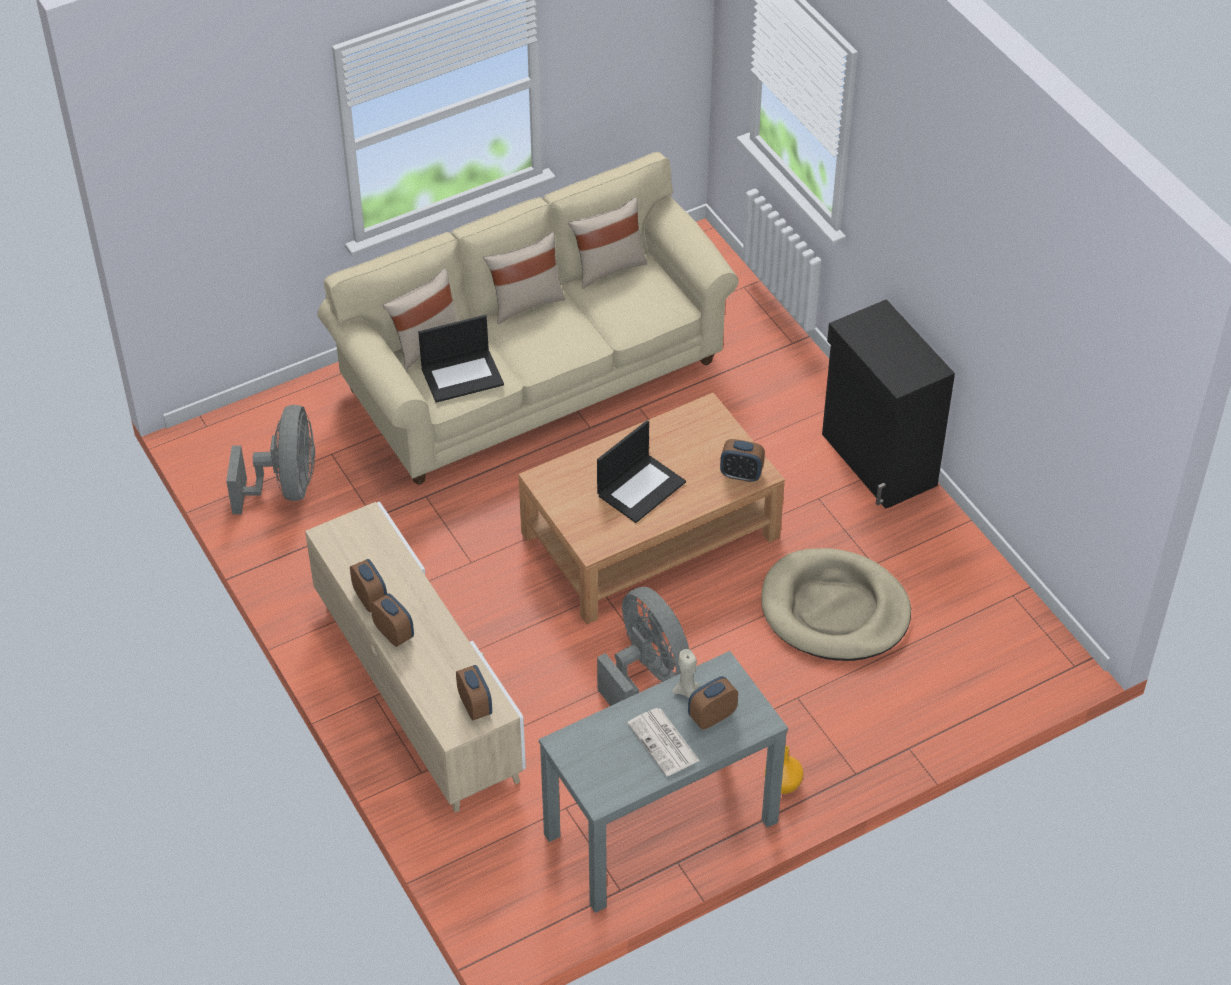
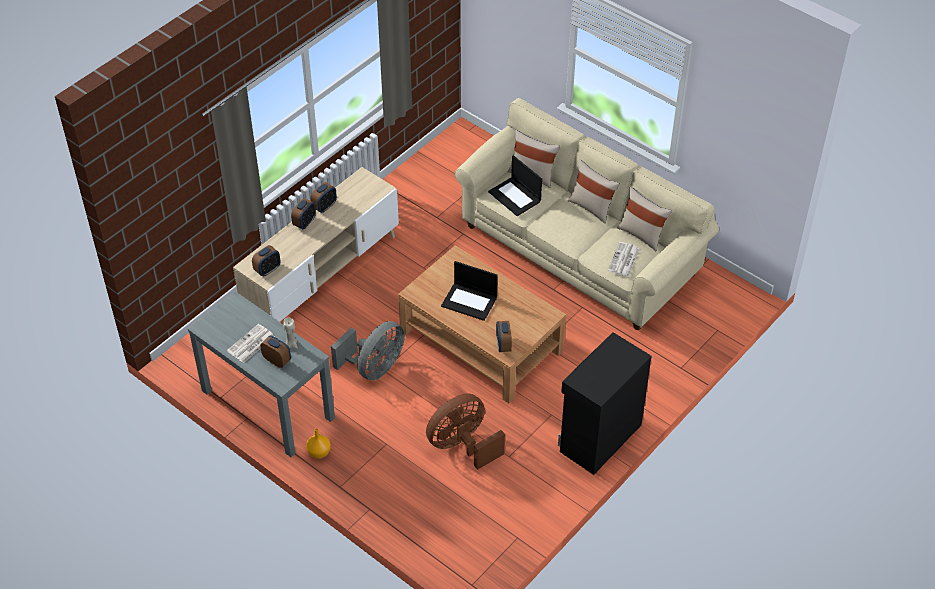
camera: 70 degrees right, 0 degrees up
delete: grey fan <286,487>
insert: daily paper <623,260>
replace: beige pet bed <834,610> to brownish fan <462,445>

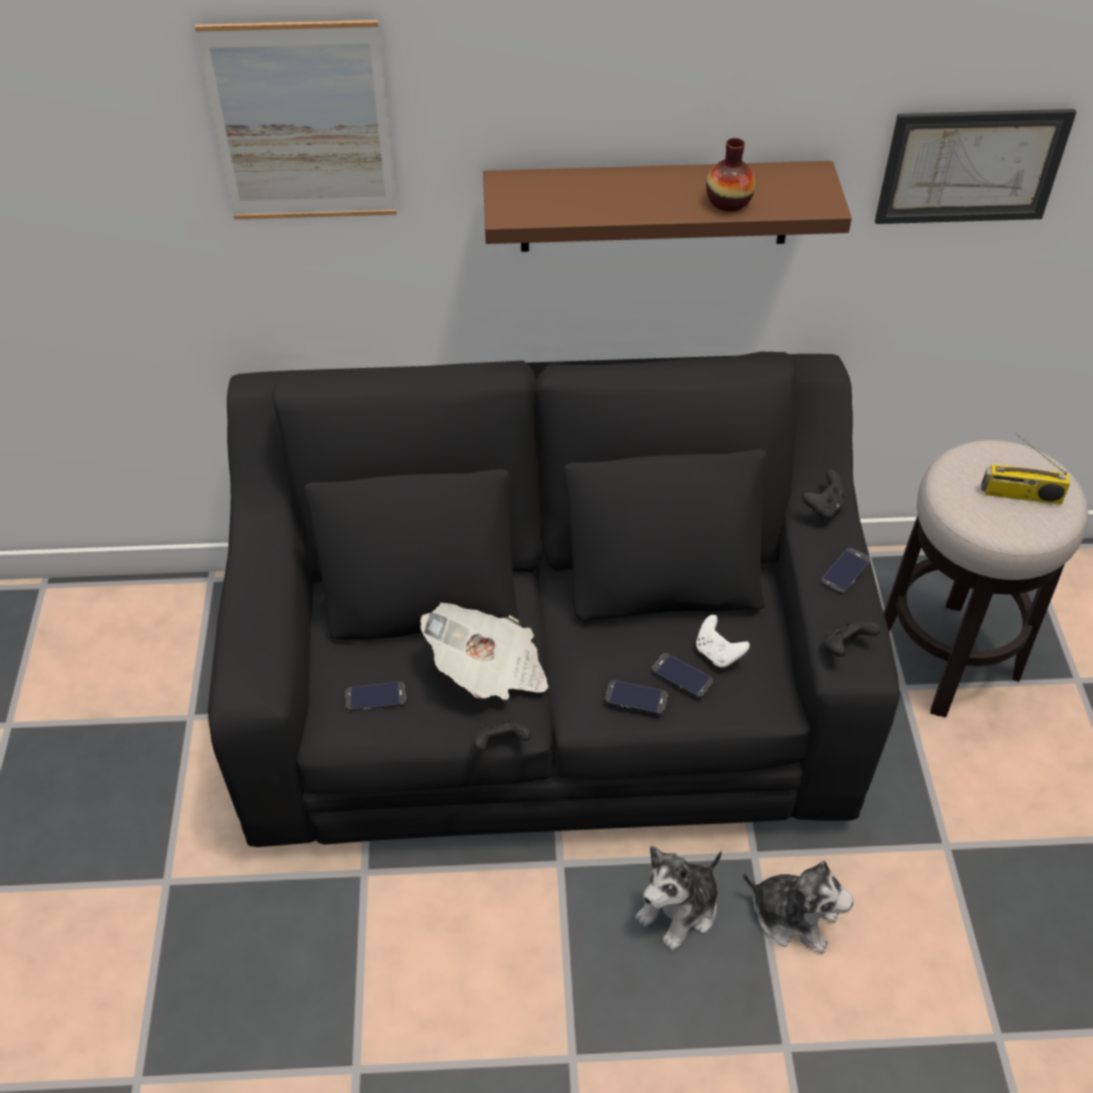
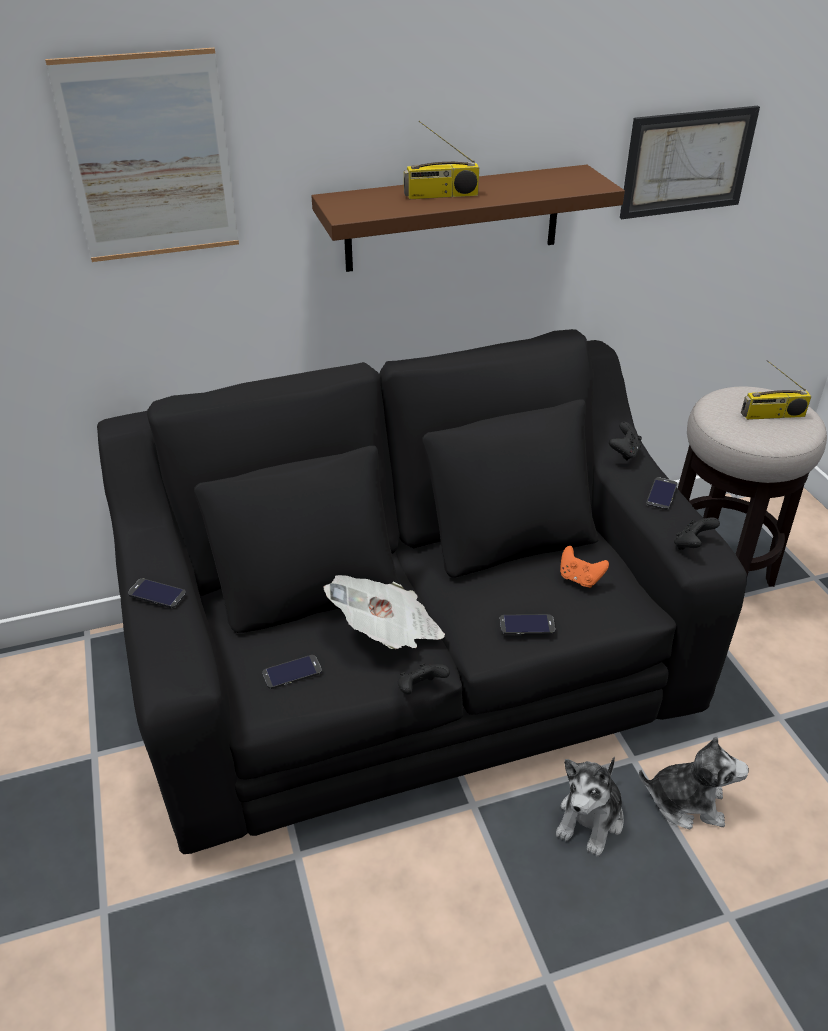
camera: 15 degrees left, 10 degrees down
delete: flower vase <728,202>
insert: radio set <441,195>
move: handset <682,675> to <157,594>
recolor: white gamepad <718,653> to orange-coloured gamepad <580,579>

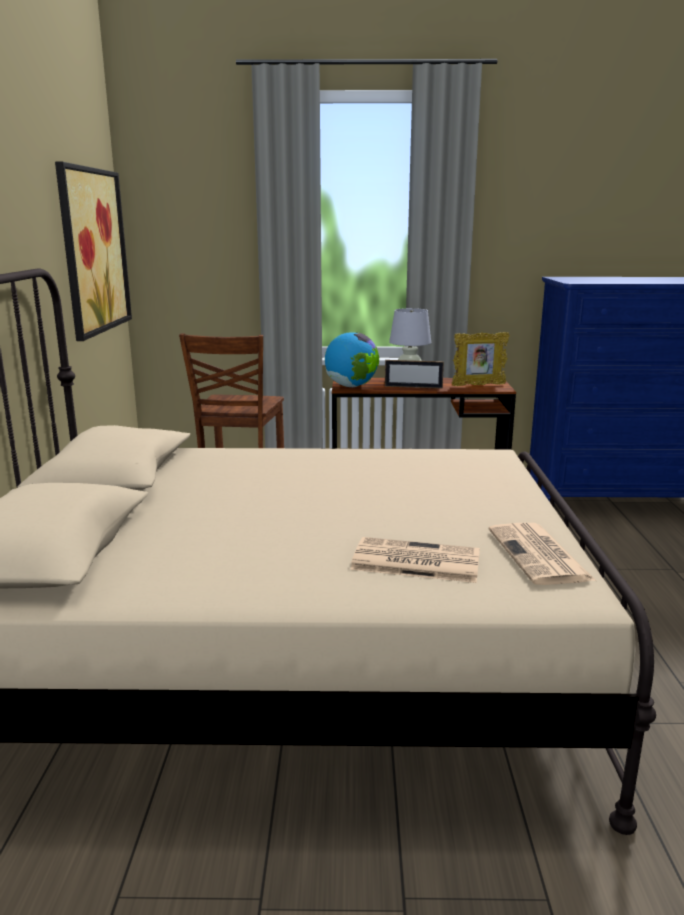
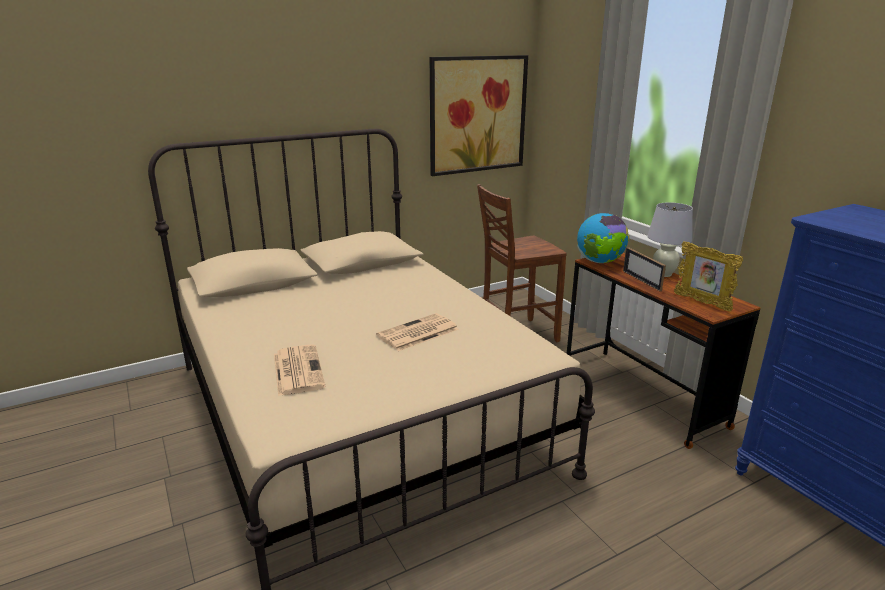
camera: 60 degrees right, 5 degrees up
move: daily paper <540,555> to <417,333>

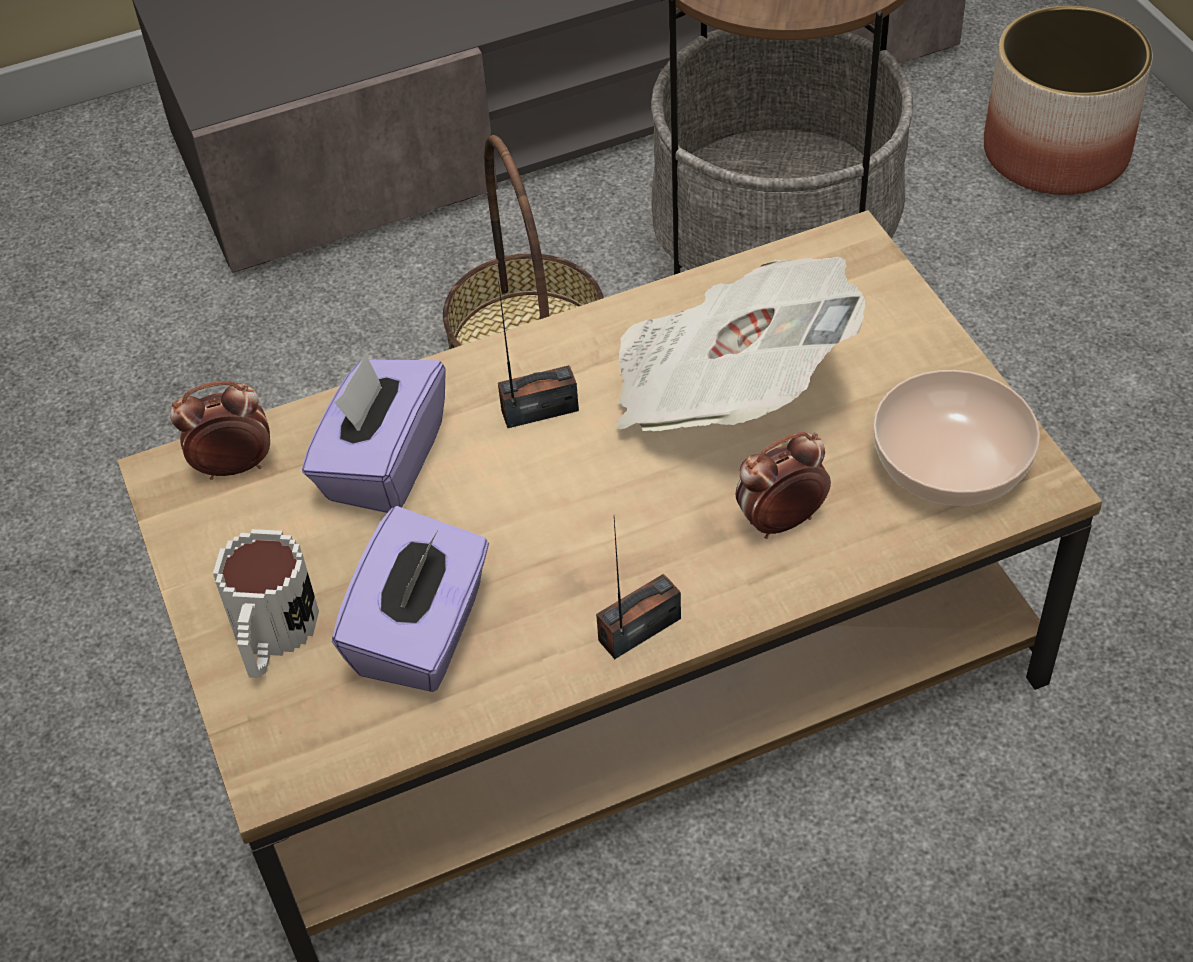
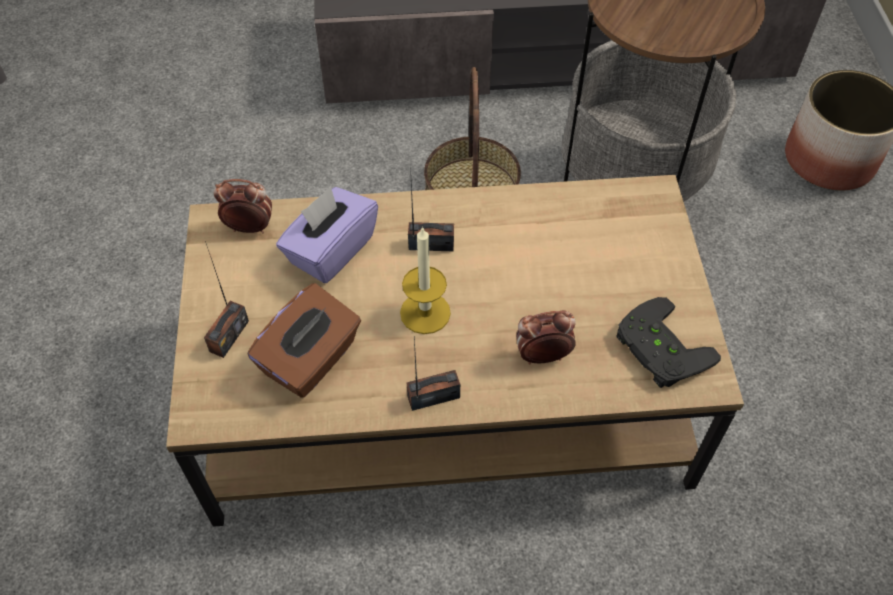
camera: 15 degrees right, 5 degrees up
delete: daily paper <726,390>
insert: candle <425,313>
replace: tea mug <271,637> to radio set <229,336>; serving bowl <948,462> to black gamepad <658,350>
recolor: purple tissue box <422,633> to brownish tissue box <311,360>

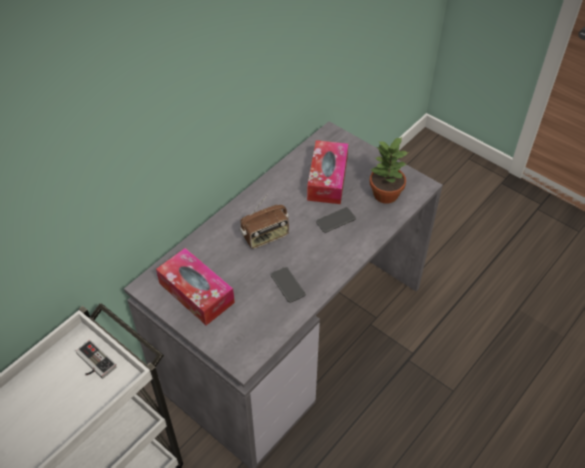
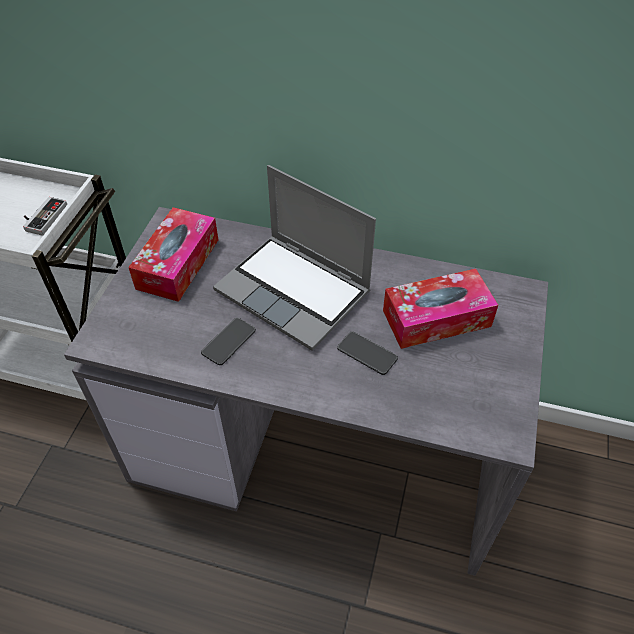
camera: 65 degrees right, 0 degrees up
delete: houseplant <385,194>
replace: radio set <265,236> to portable computer <295,292>

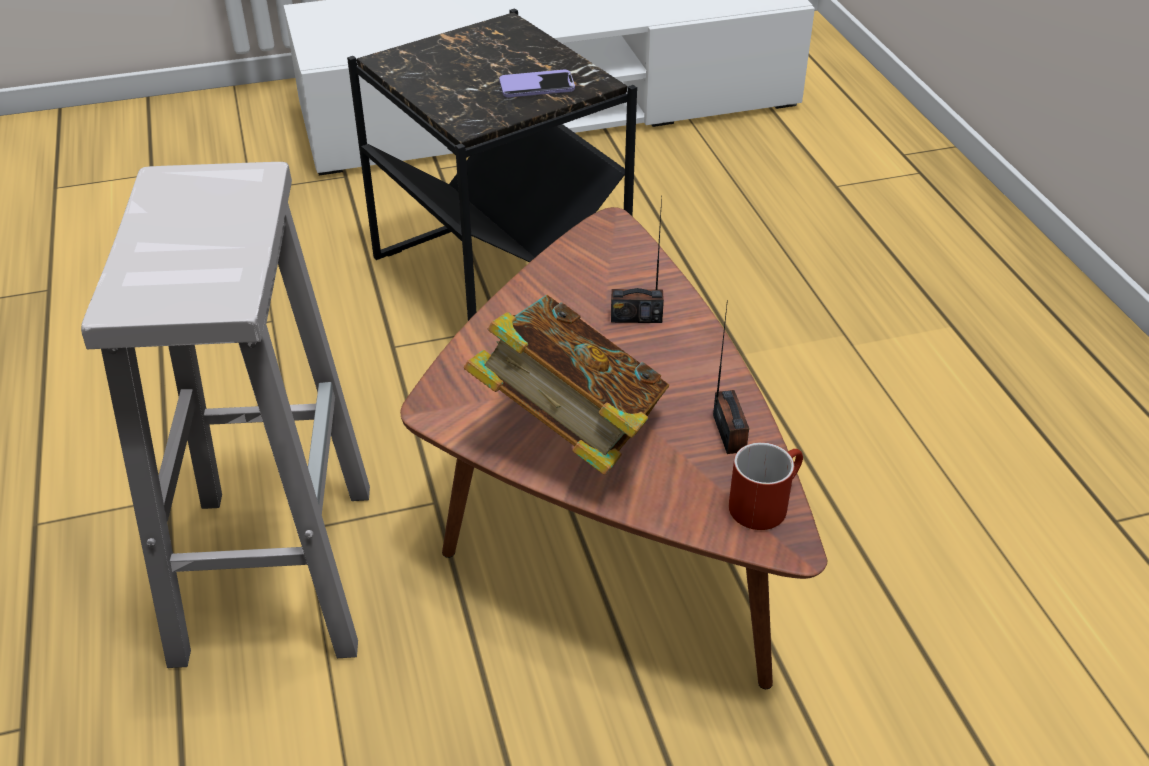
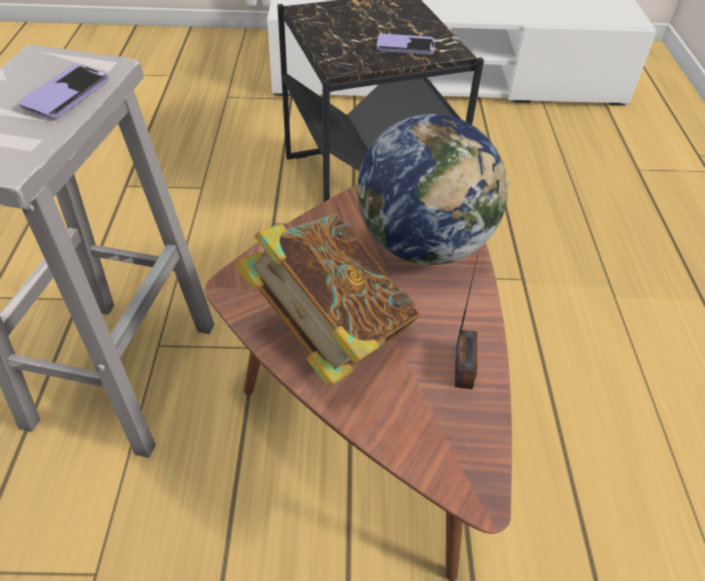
camera: 15 degrees right, 5 degrees up
delete: red tea mug <764,502>
insert: handset <66,94>
replace: radio set <636,317> to desk globe <424,245>

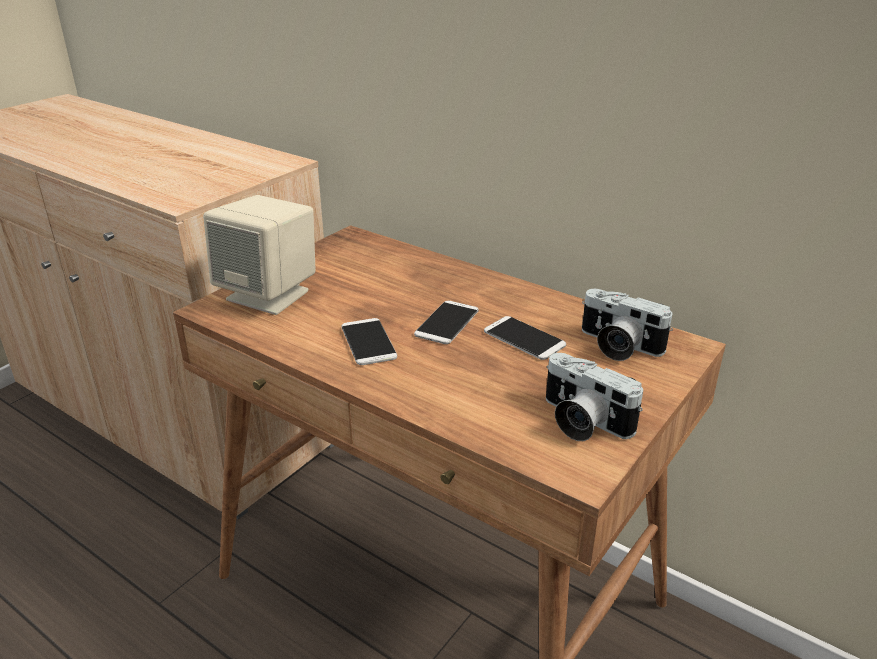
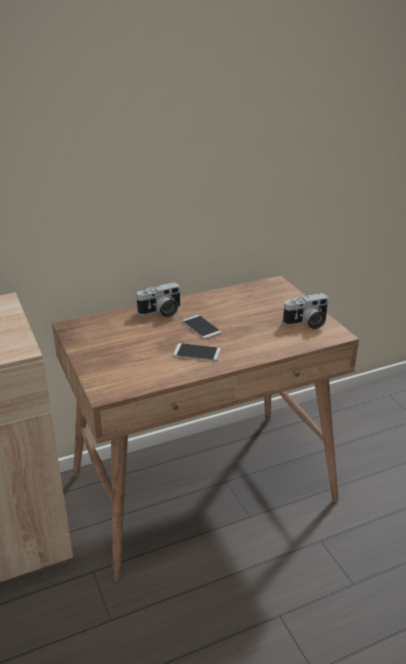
camera: 60 degrees left, 0 degrees up
delete: beige audio speaker <269,295>; handset <524,339>
move: photo camera <617,346> to <161,312>

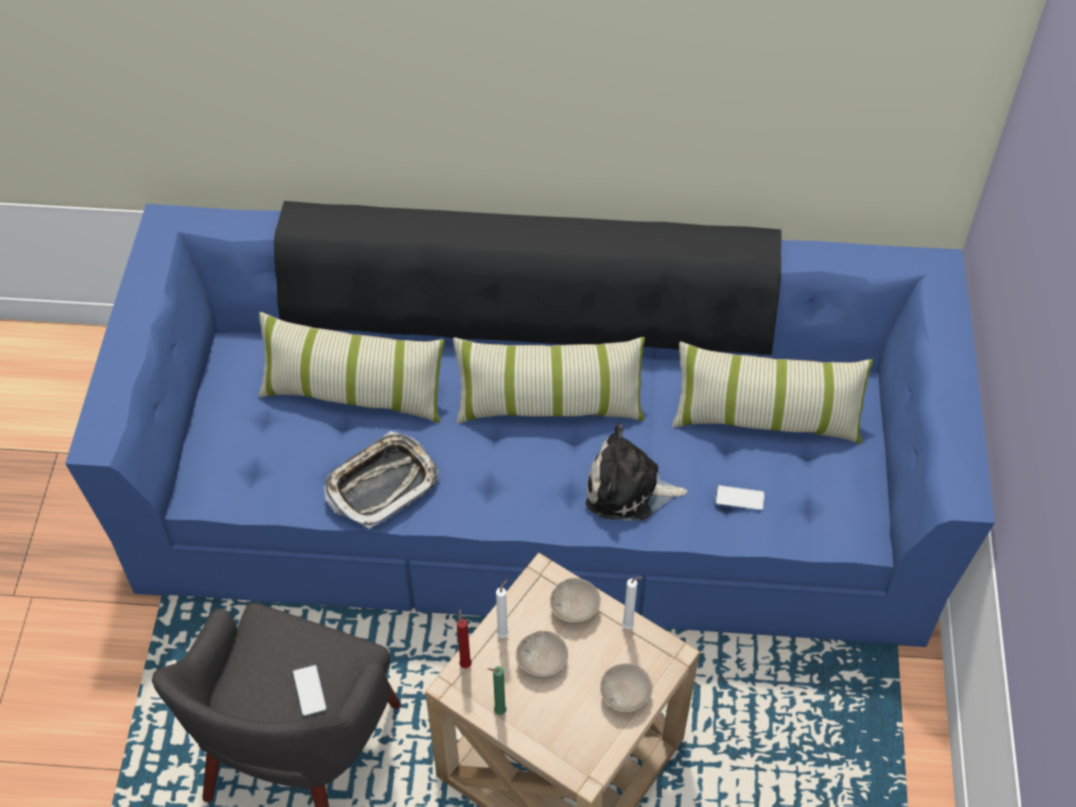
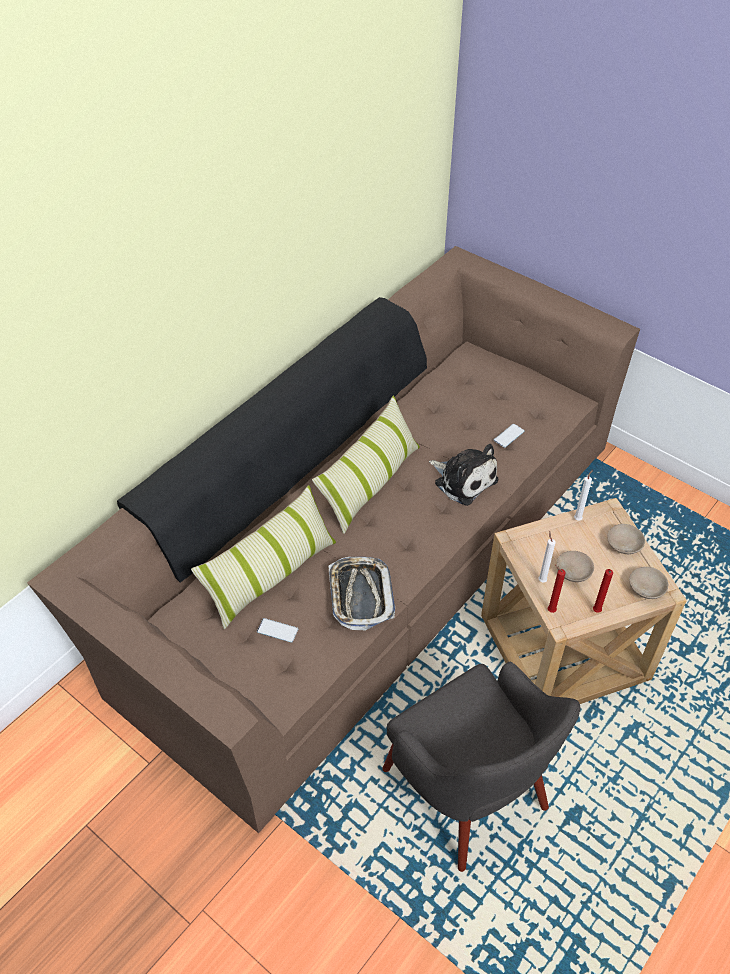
camera: 55 degrees left, 5 degrees down
delete: pillow <766,418>
move: handset <309,690> to <277,630>; beige serving bowl <576,609> to <647,588>
recolor: blue-coloured settee <538,482> to brownish settee <365,551>; greenish candle <498,712> to red candle <596,612>
rotate: soft toy <628,490> = <463,480> 90 degrees counterclockwise

